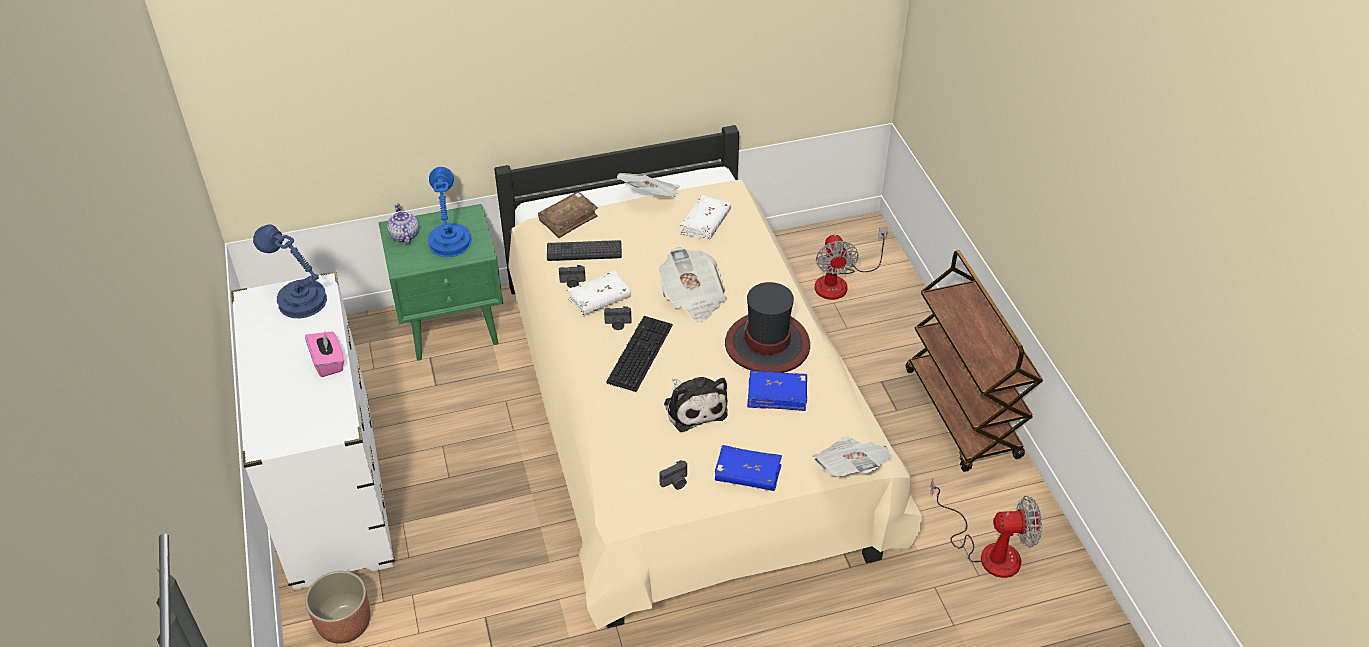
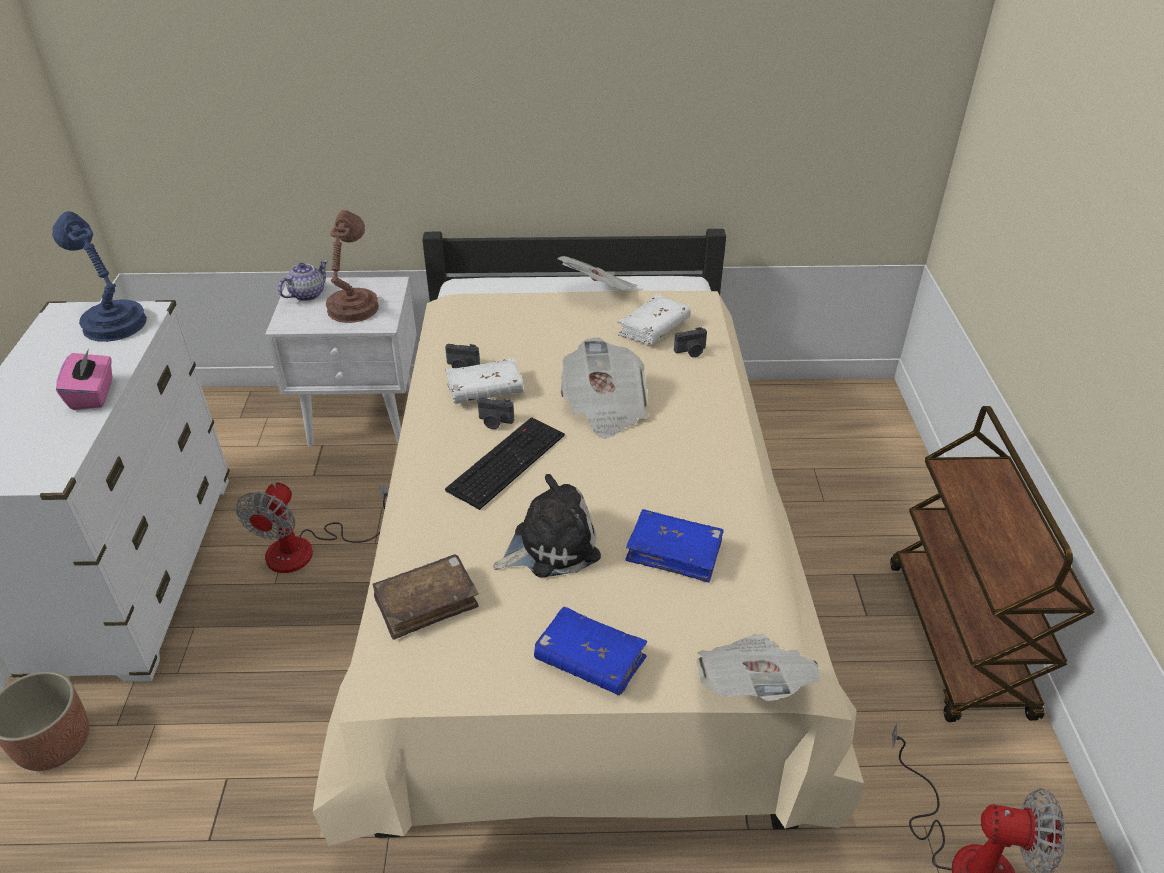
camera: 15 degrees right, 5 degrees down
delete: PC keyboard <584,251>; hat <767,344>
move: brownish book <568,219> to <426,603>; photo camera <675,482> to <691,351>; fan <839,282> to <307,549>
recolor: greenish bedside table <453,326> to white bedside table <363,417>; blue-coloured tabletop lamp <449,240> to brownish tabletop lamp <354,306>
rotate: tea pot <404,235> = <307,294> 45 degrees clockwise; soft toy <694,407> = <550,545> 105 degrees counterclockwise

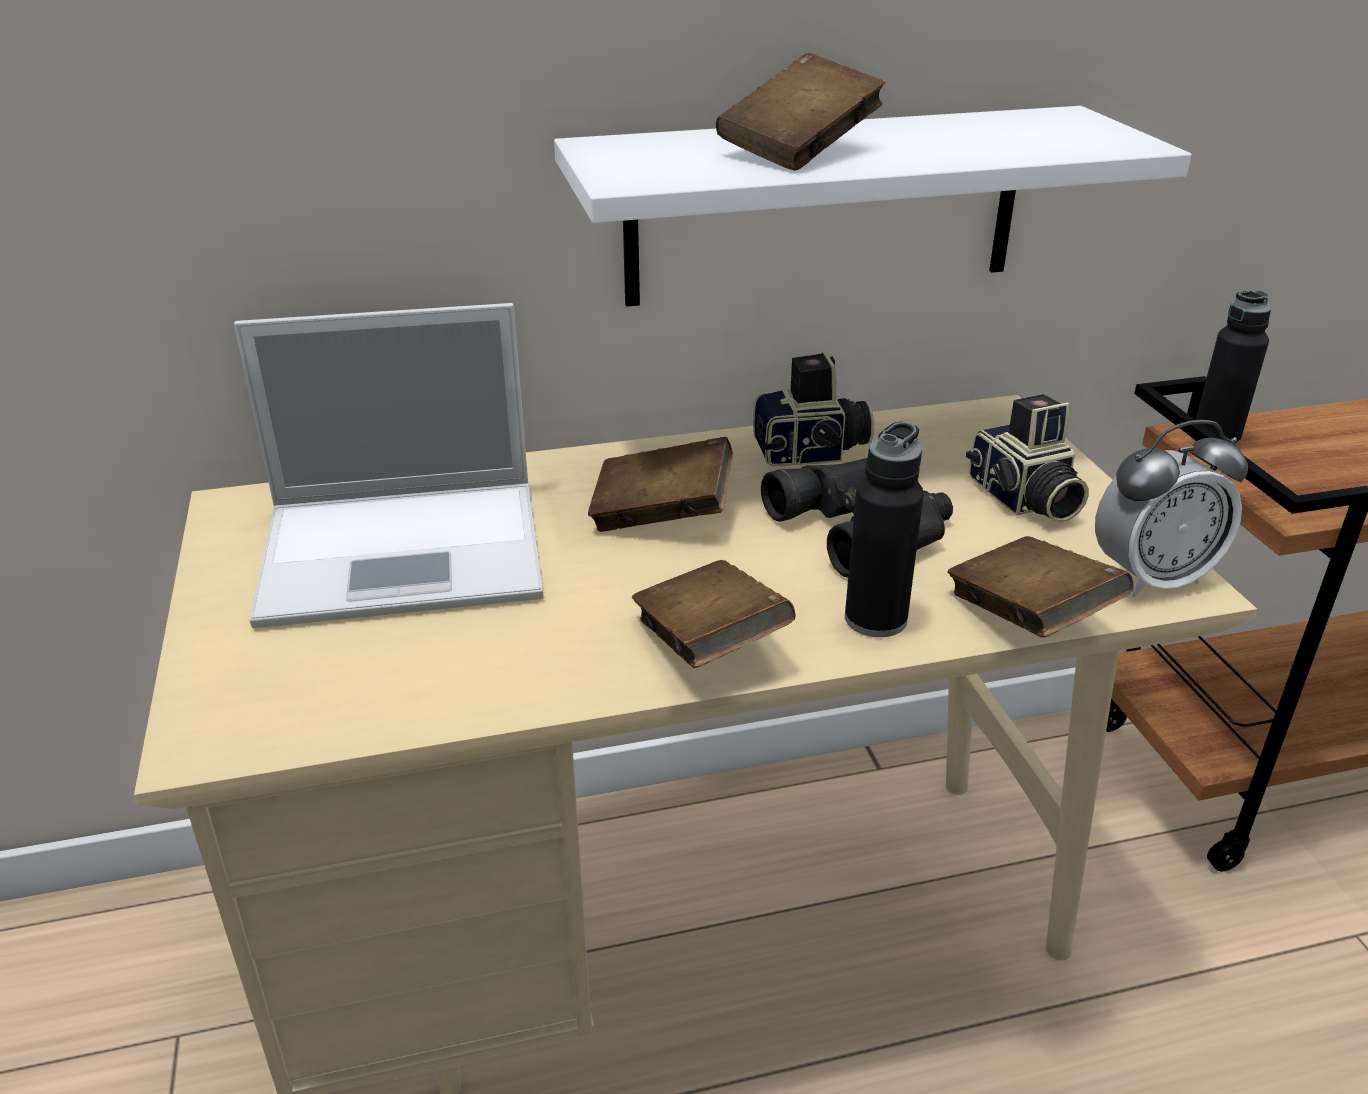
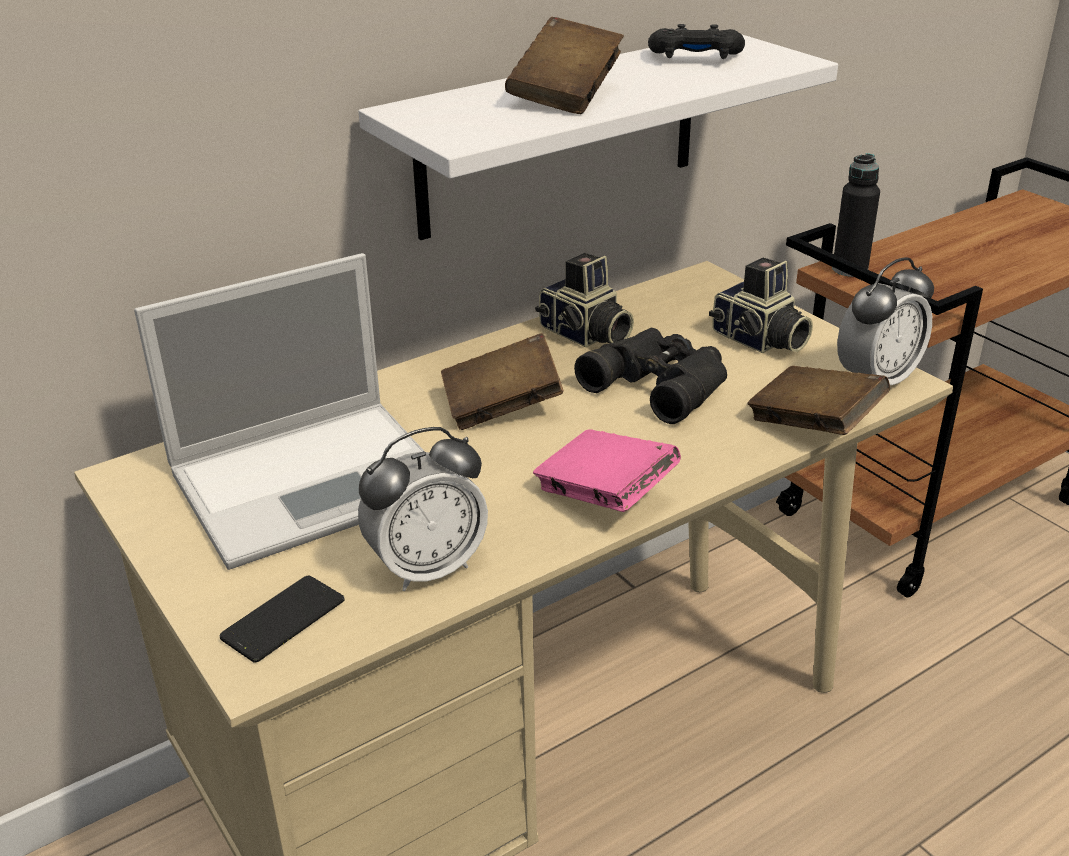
camera: 20 degrees left, 0 degrees up
delete: black drink bottle <875,619>
insert: handset <283,619>; table clock <427,568>; black gamepad <695,58>
recolor: brownish book <709,644> to pink-coloured book <604,496>
rotate: photo camera <812,453> = <584,335> 75 degrees clockwise

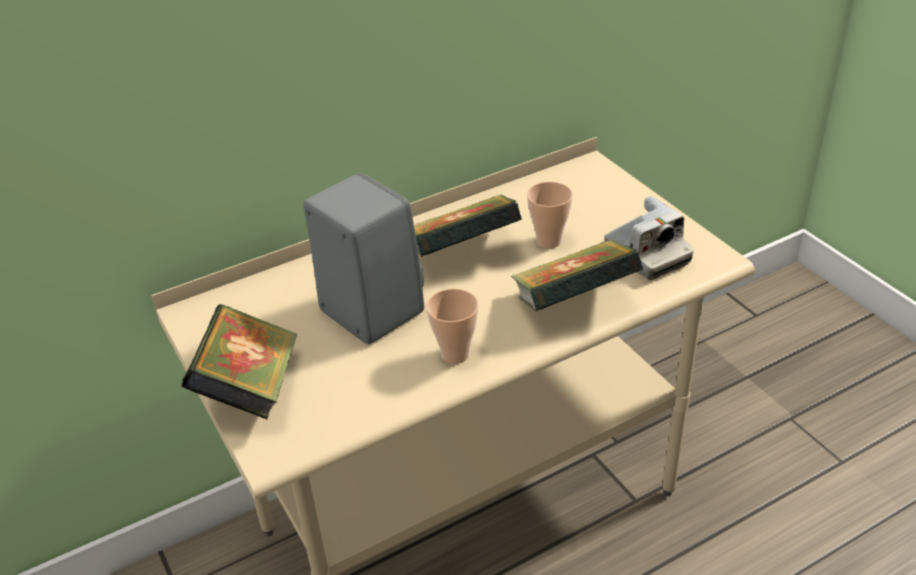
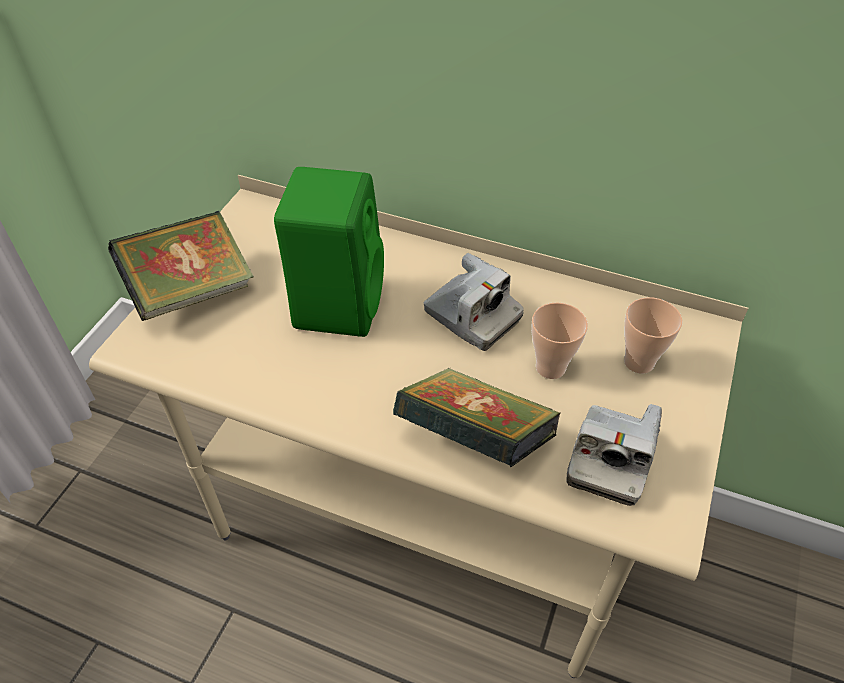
camera: 50 degrees right, 10 degrees up
move: small cup <455,354> to <639,362>
replace: book <463,252> to photo camera <472,317>
recolor: grey audio speaker <368,310> to greenish audio speaker <338,302>

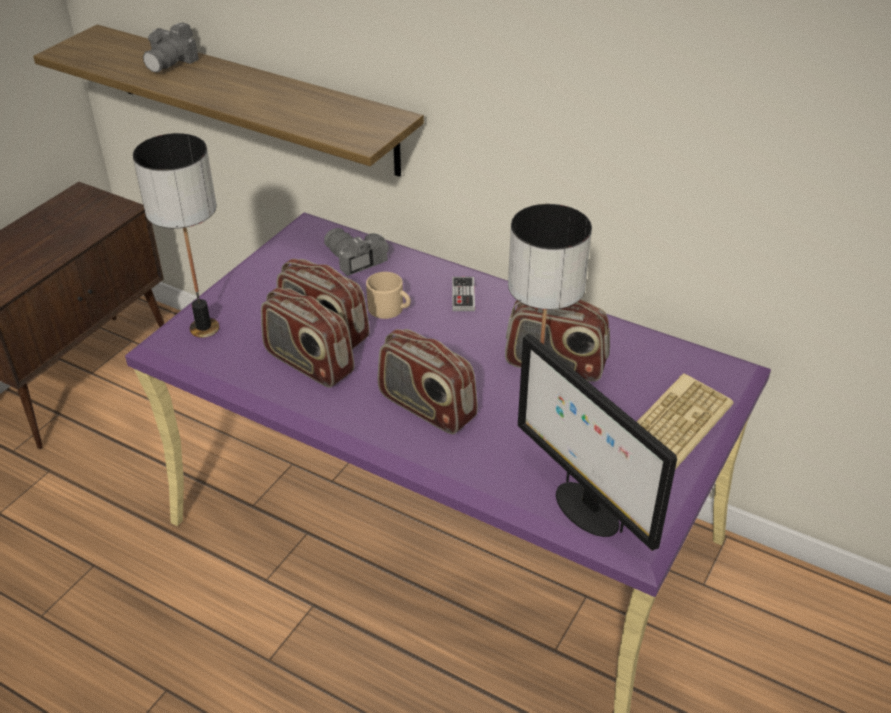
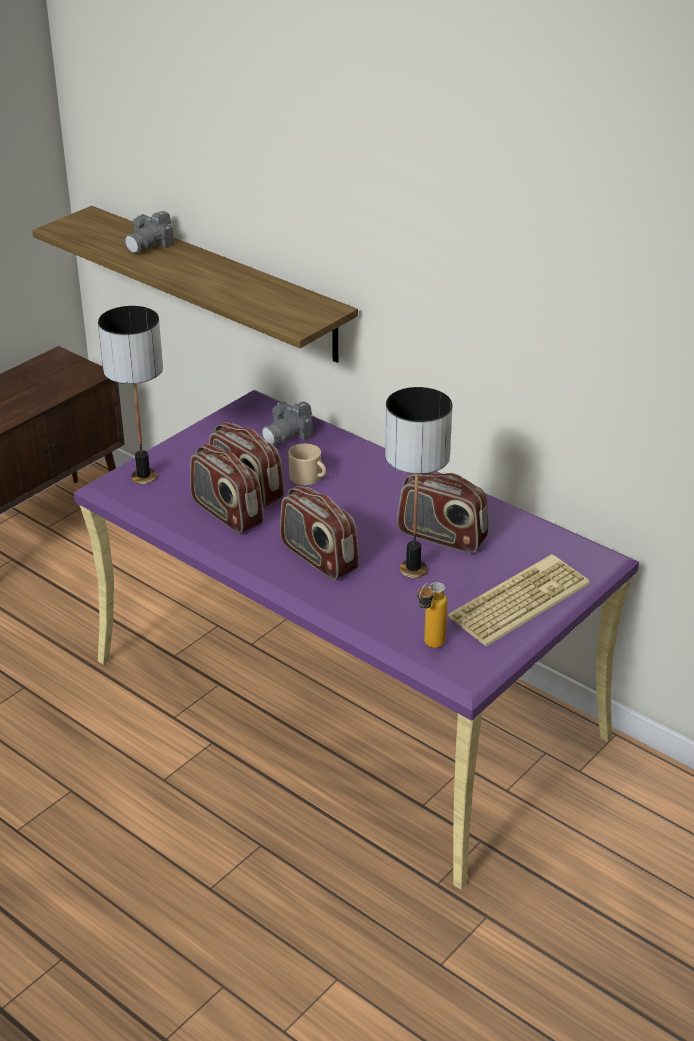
camera: 10 degrees right, 5 degrees down
delete: gamepad <463,295>
replace: computer display <585,508> to drink bottle <429,646>
rotate: photo camera <354,260> = <288,434> 105 degrees counterclockwise

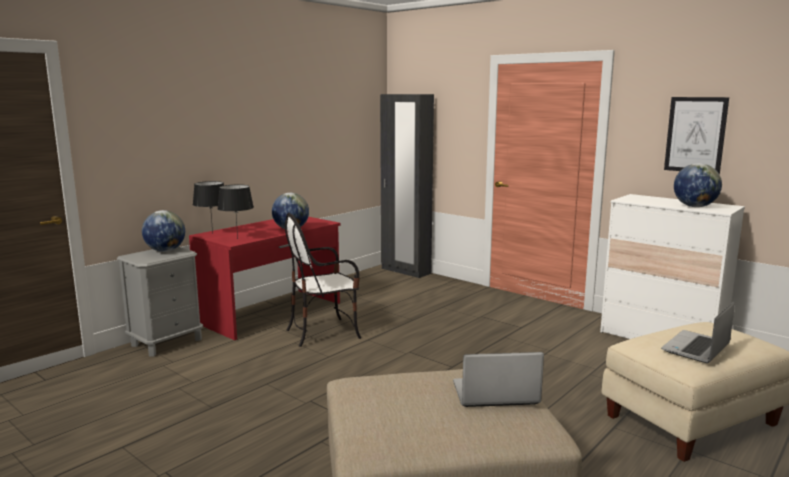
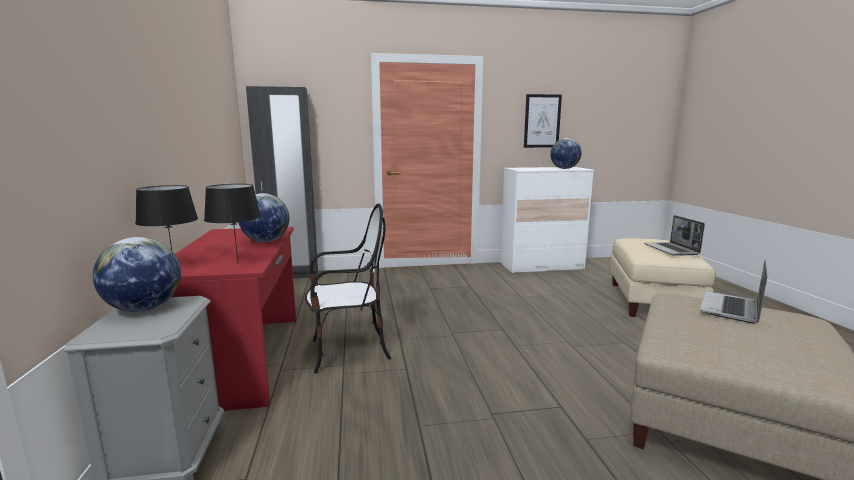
camera: 50 degrees left, 0 degrees up
rotate: chair <323,333> = <348,351> 120 degrees counterclockwise

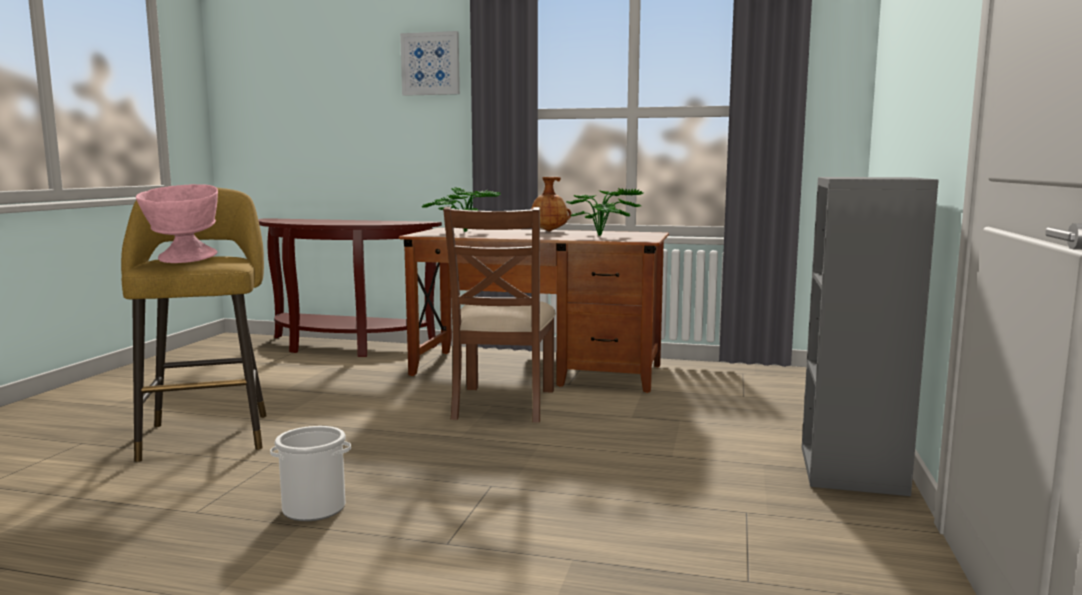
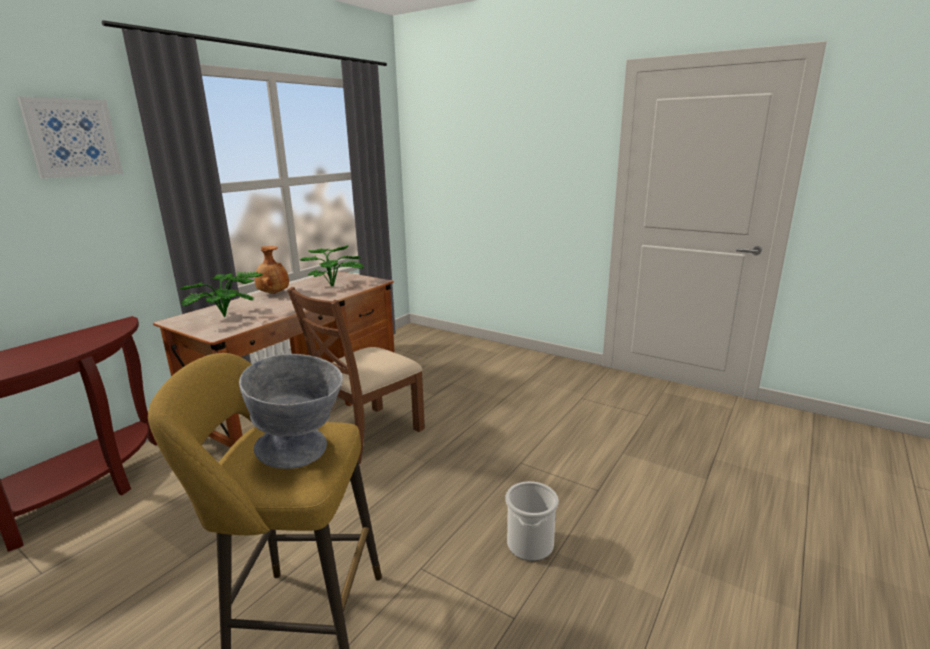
camera: 70 degrees left, 10 degrees up
delete: grey bookshelf <853,471>
recolor: pink-coloured serving bowl <183,261> to grey serving bowl <303,453>
rotate: brownish chair <502,404> = <368,434> 105 degrees clockwise

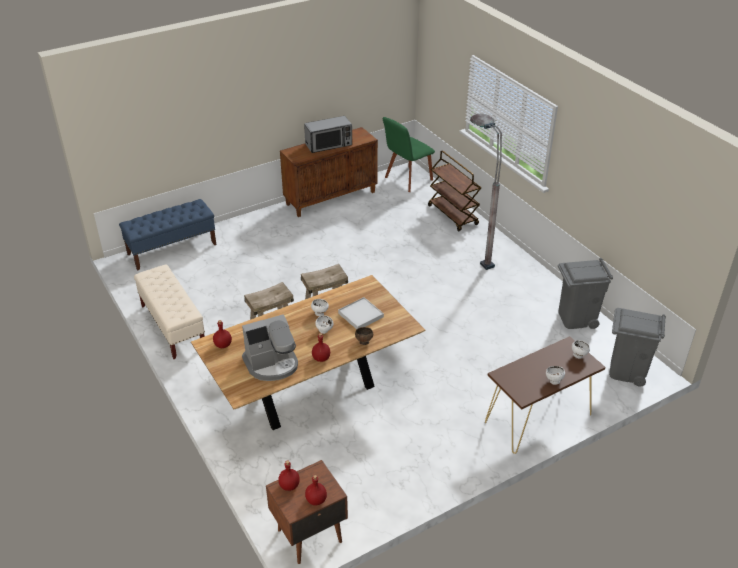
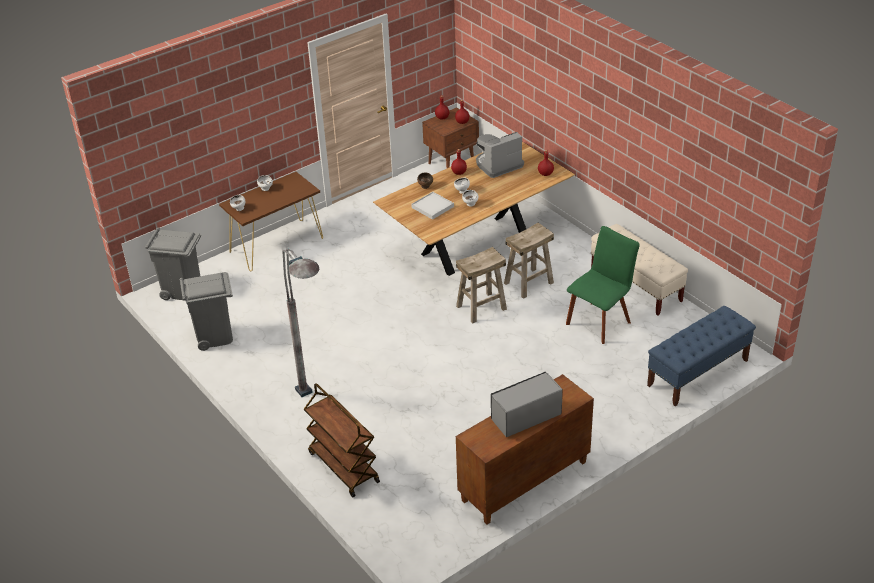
camera: 175 degrees right, 0 degrees up
move: greenish chair <407,179> to <600,321>

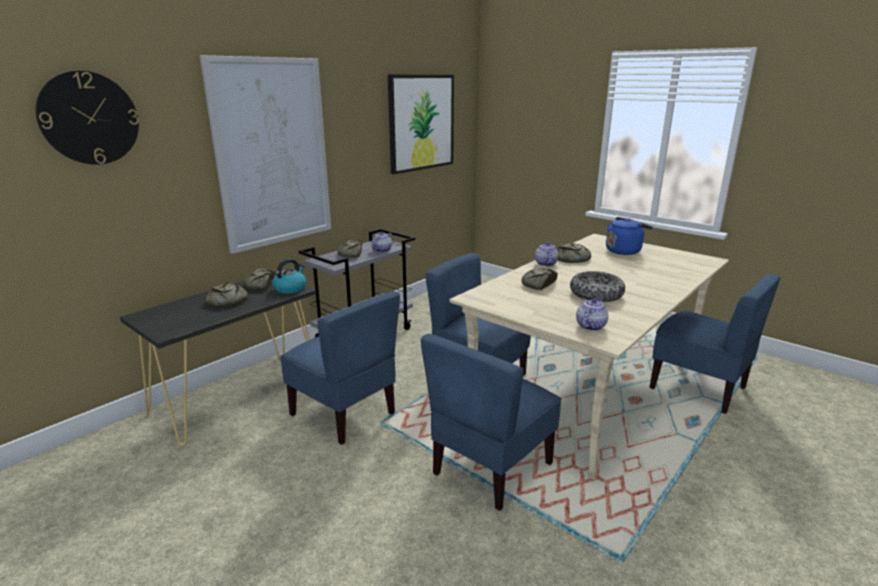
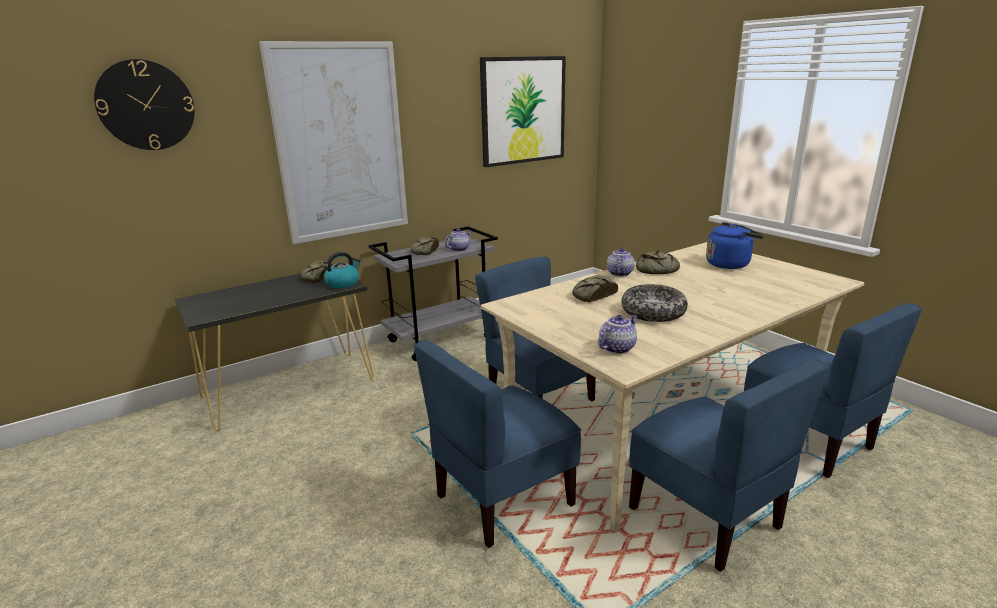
camera: 15 degrees right, 0 degrees up
delete: bread <226,301>
move: blue-coloured chair <344,413> to <706,517>

